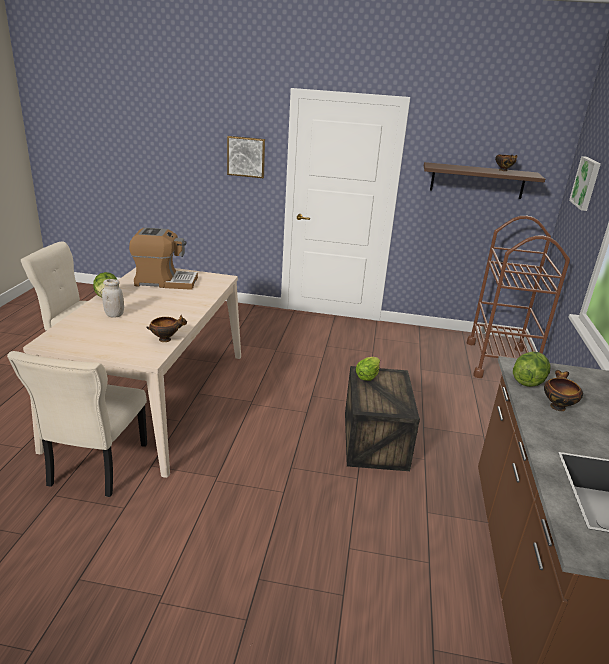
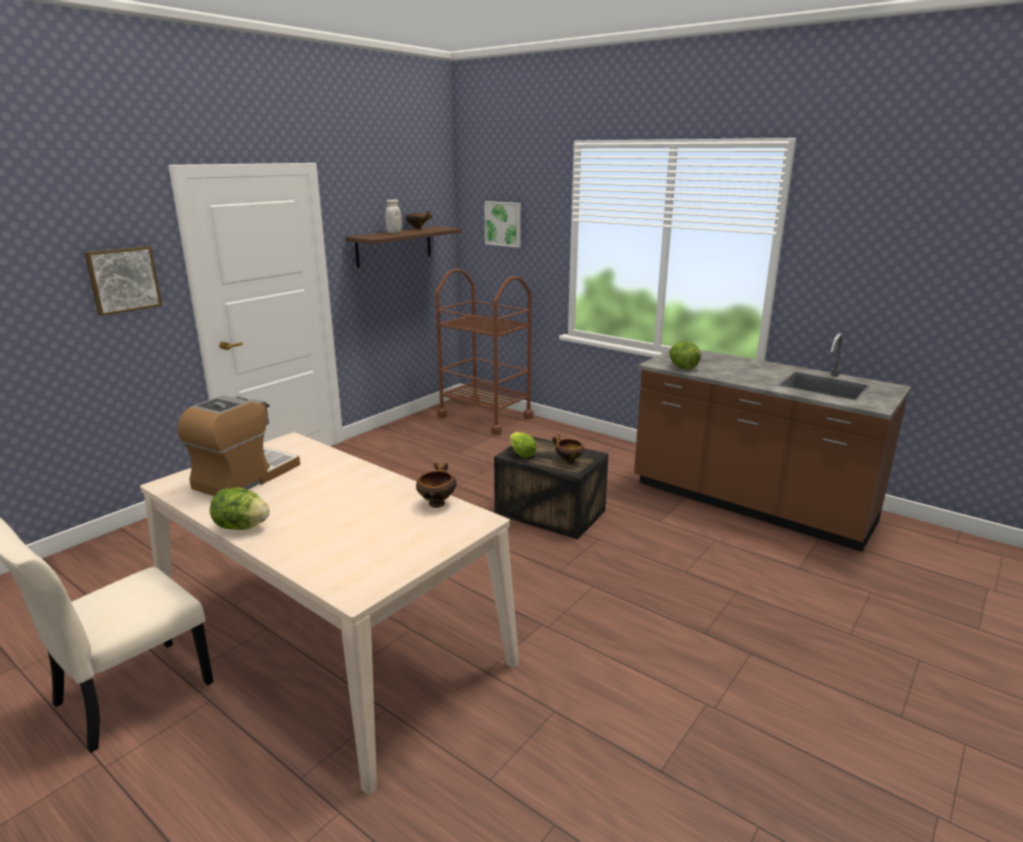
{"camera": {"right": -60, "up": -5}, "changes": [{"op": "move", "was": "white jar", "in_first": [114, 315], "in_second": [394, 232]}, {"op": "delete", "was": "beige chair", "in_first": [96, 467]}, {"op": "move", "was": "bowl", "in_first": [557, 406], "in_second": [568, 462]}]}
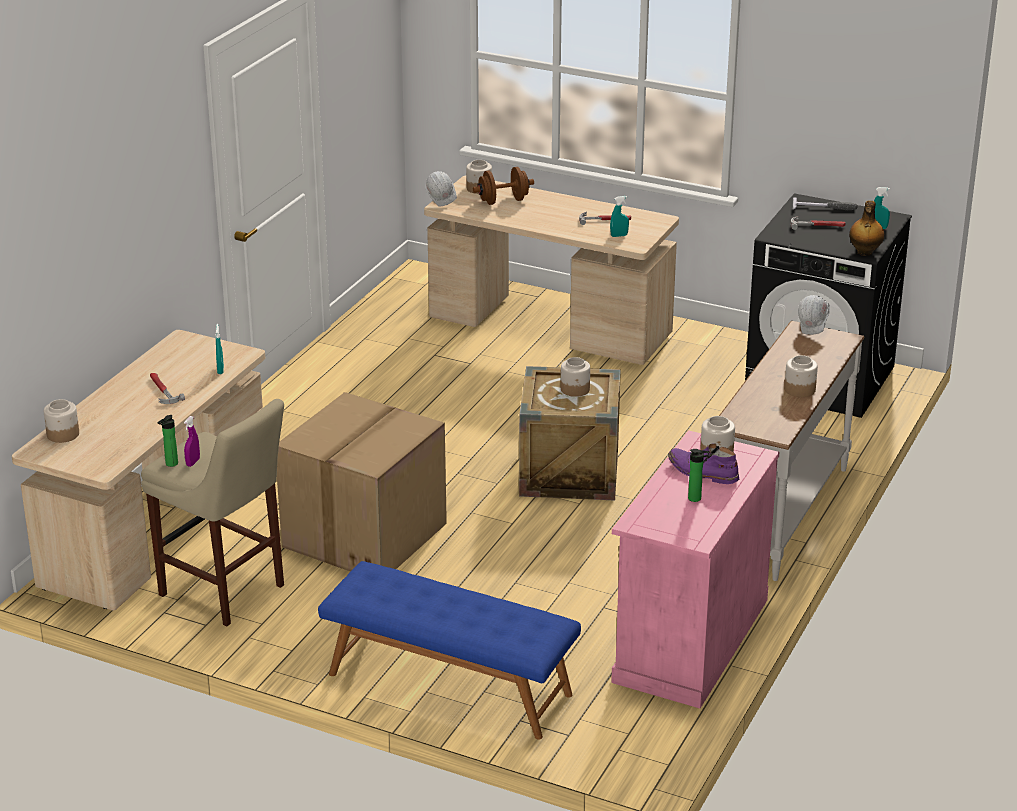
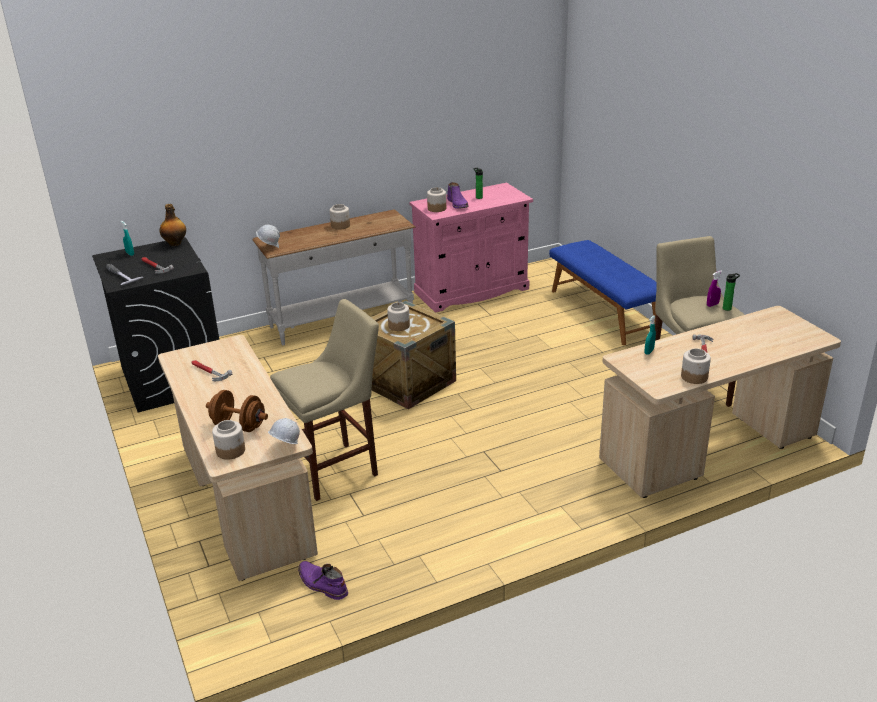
{"camera": {"right": -140, "up": 0}, "changes": [{"op": "delete", "was": "turquoise spray bottle", "in_first": [619, 235]}, {"op": "delete", "was": "cardboard box", "in_first": [365, 536]}, {"op": "move", "was": "jar", "in_first": [62, 434], "in_second": [694, 377]}, {"op": "insert", "now": "beige stool", "in_second": [337, 469]}, {"op": "insert", "now": "purple boot", "in_second": [322, 584]}]}
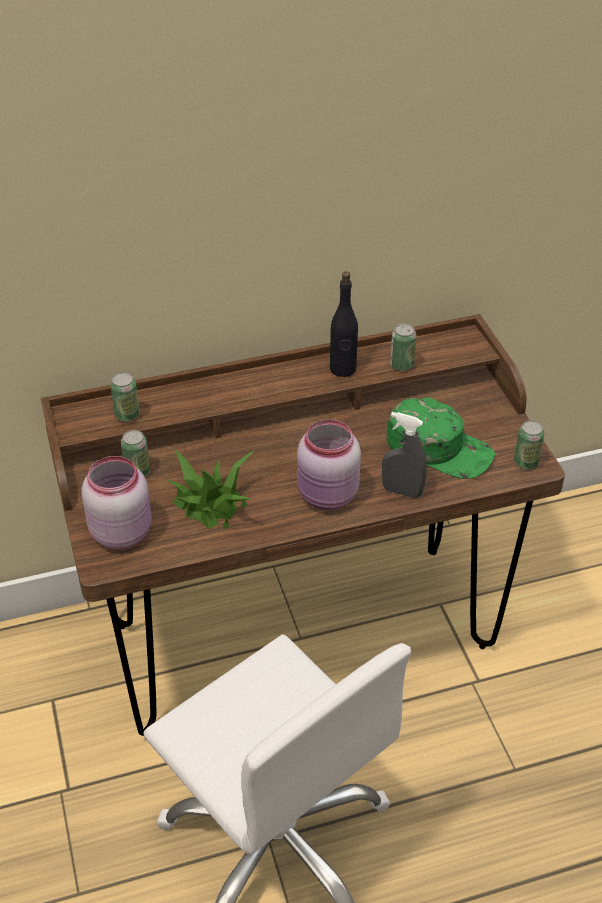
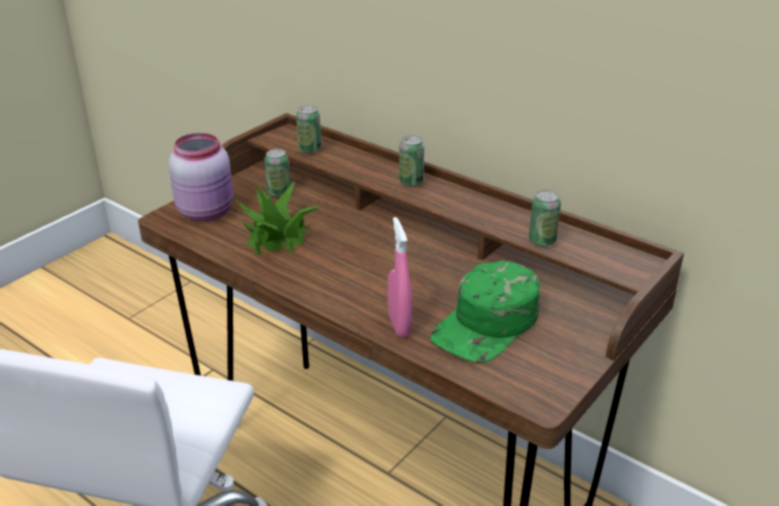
{"camera": {"right": 55, "up": -10}, "changes": [{"op": "delete", "was": "black bottle", "in_first": [343, 369]}, {"op": "rotate", "was": "green cap", "in_first": [439, 447], "in_second": [487, 324], "clockwise": 45}, {"op": "recolor", "was": "grey spray bottle", "now": "pink spray bottle", "in_first": [402, 491], "in_second": [399, 325]}, {"op": "delete", "was": "pink jar", "in_first": [328, 496]}, {"op": "move", "was": "can", "in_first": [525, 462], "in_second": [411, 182]}]}
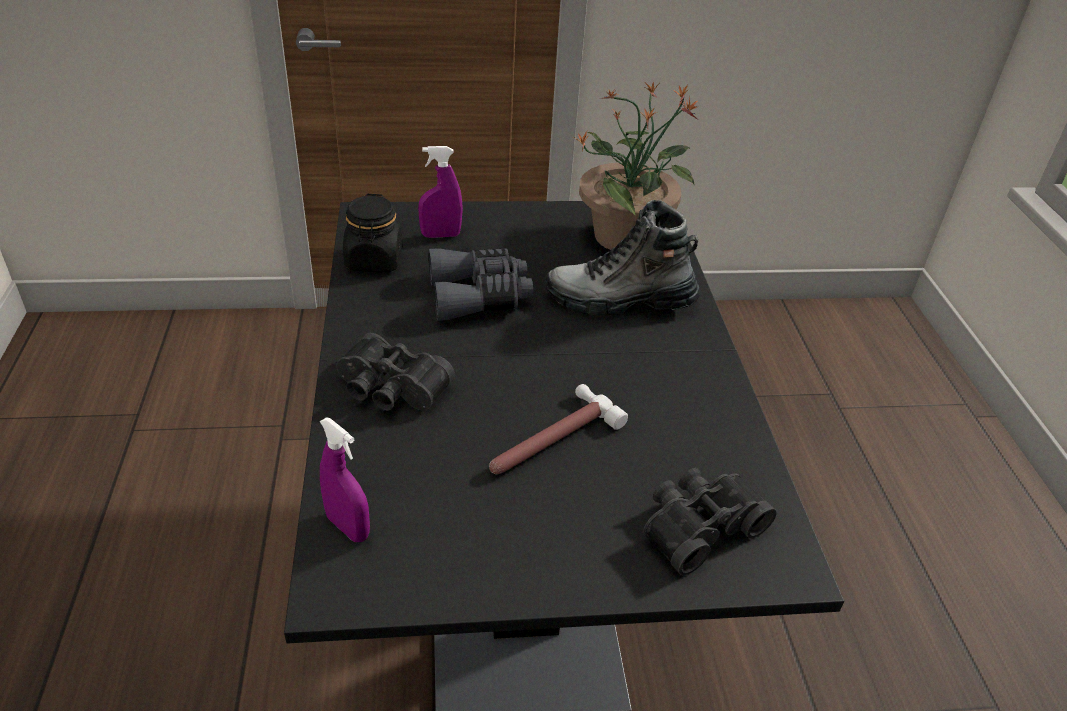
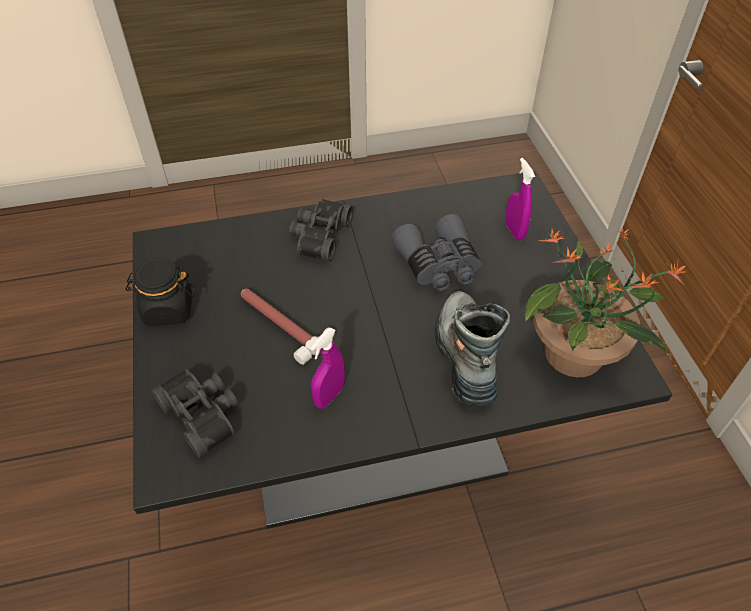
{"camera": {"right": 85, "up": 10}, "changes": [{"op": "move", "was": "black jar", "in_first": [374, 260], "in_second": [168, 309]}, {"op": "move", "was": "purple spray bottle", "in_first": [348, 527], "in_second": [329, 396]}]}
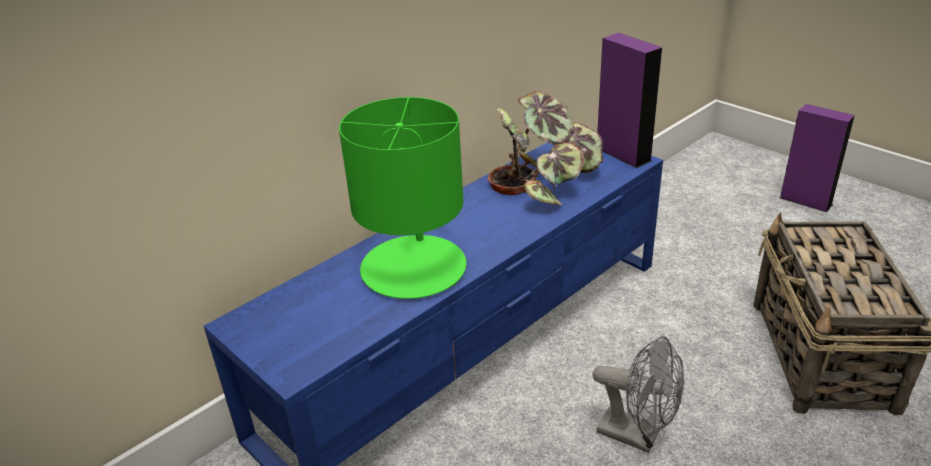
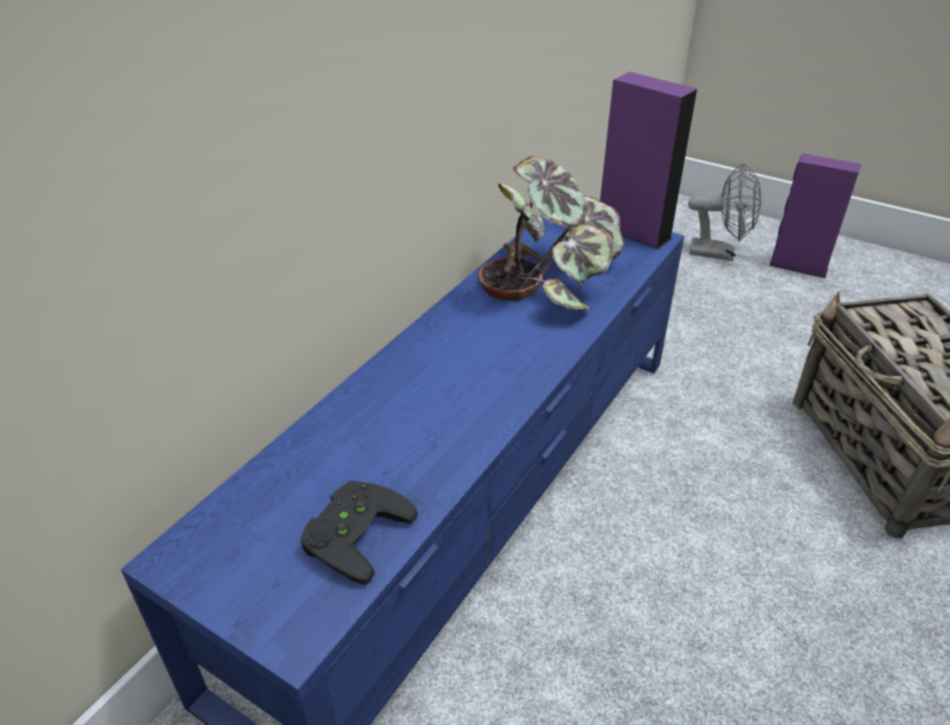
{"camera": {"right": -15, "up": 5}, "changes": [{"op": "delete", "was": "green table lamp", "in_first": [414, 267]}, {"op": "move", "was": "grey fan", "in_first": [637, 435], "in_second": [719, 253]}, {"op": "insert", "now": "black game controller", "in_second": [352, 532]}]}
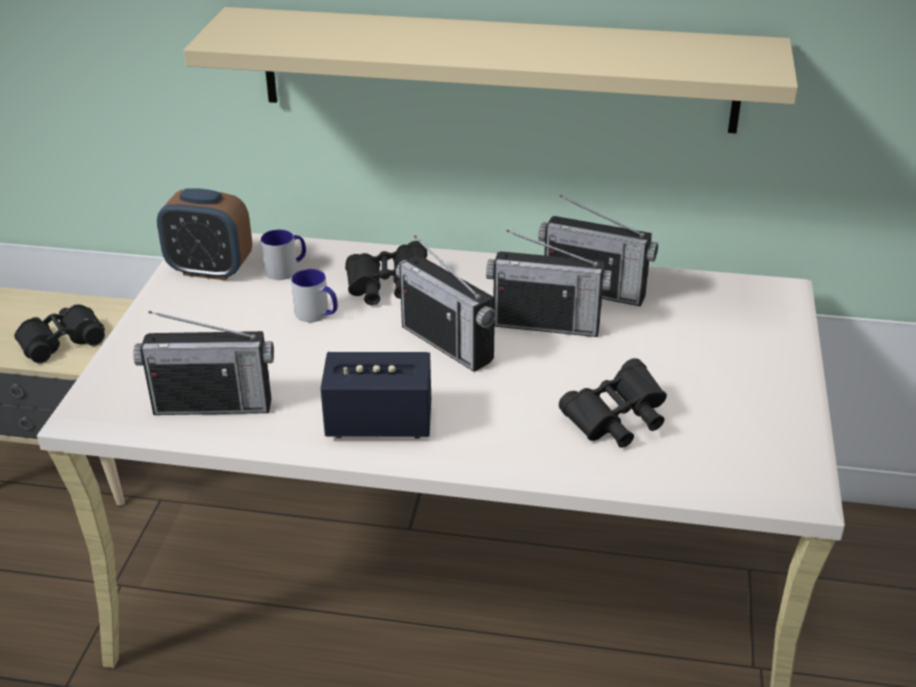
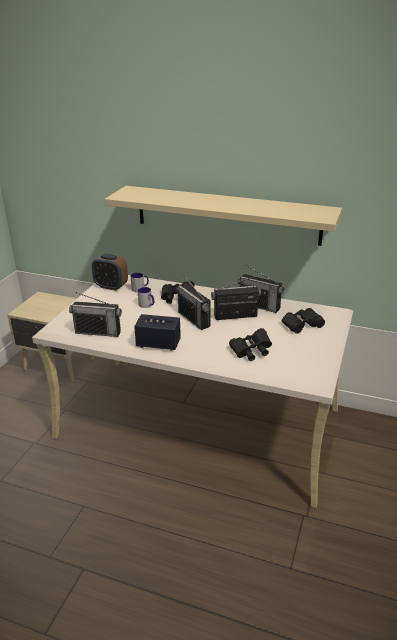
{"camera": {"right": 10, "up": -5}, "changes": [{"op": "rotate", "was": "radio", "in_first": [546, 324], "in_second": [235, 316], "clockwise": 150}, {"op": "move", "was": "black binoculars", "in_first": [61, 341], "in_second": [301, 324]}]}
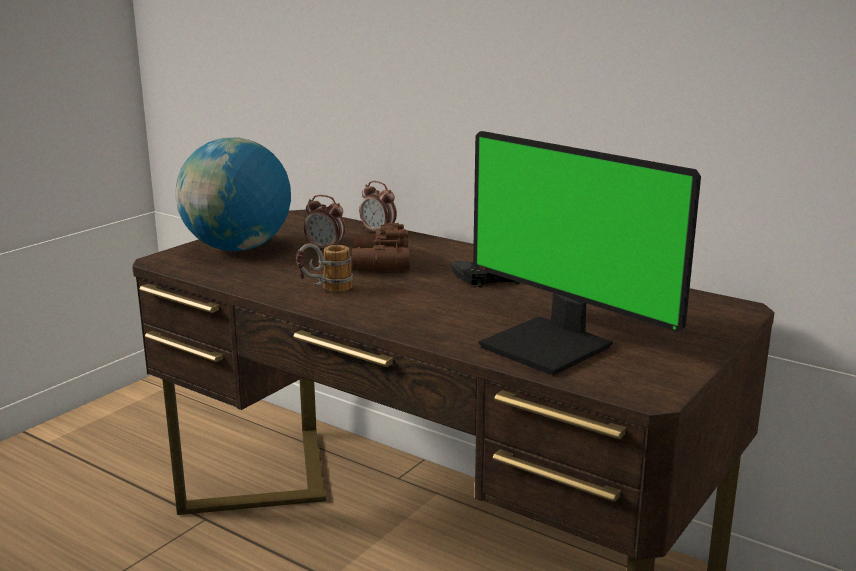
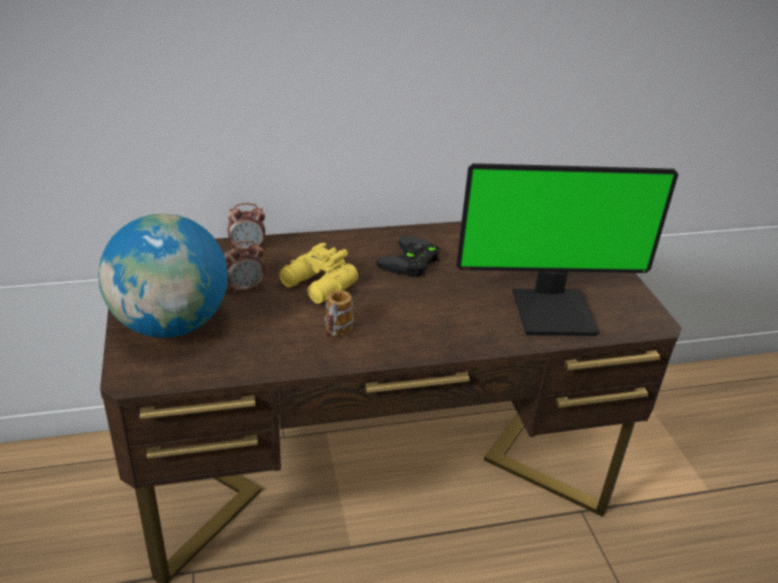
{"camera": {"right": -50, "up": 15}, "changes": [{"op": "recolor", "was": "brown binoculars", "now": "yellow binoculars", "in_first": [379, 264], "in_second": [318, 286]}]}
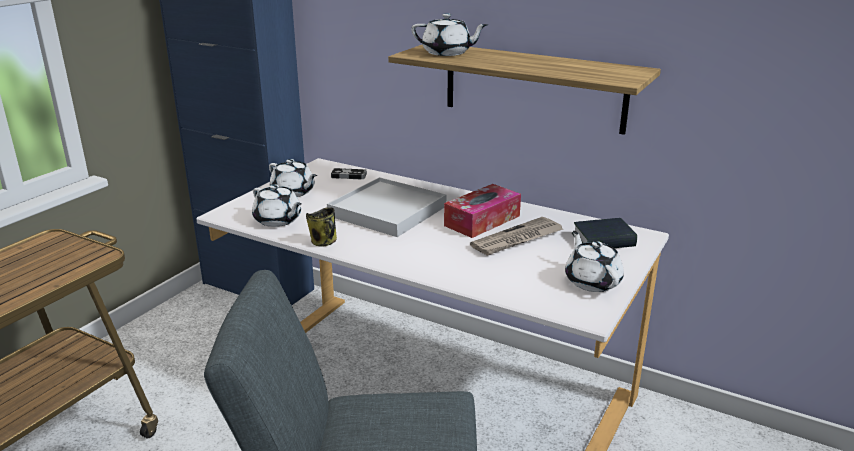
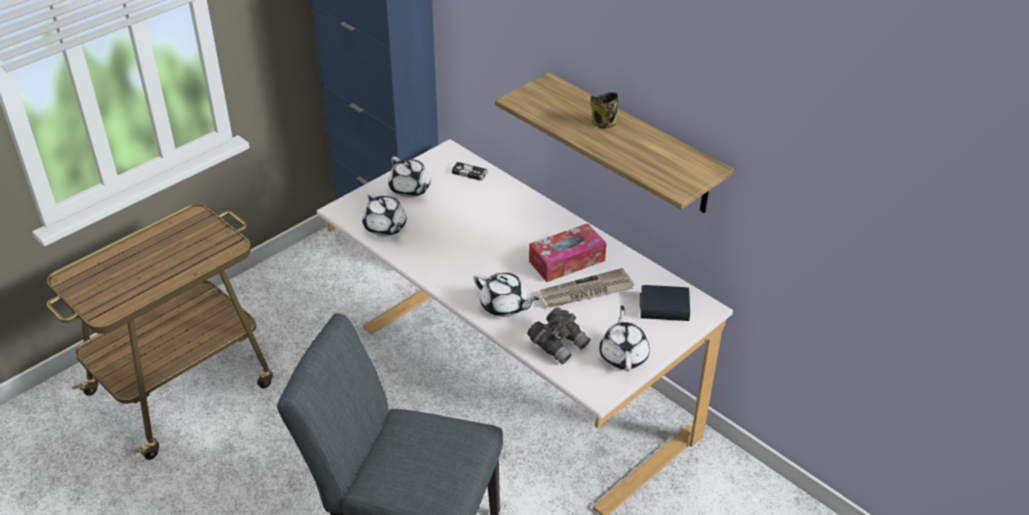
{"camera": {"right": 15, "up": 15}, "changes": [{"op": "move", "was": "white teapot", "in_first": [447, 53], "in_second": [504, 306]}, {"op": "delete", "was": "white tray", "in_first": [387, 211]}, {"op": "move", "was": "mug", "in_first": [324, 242], "in_second": [604, 124]}, {"op": "insert", "now": "grey binoculars", "in_second": [558, 344]}]}
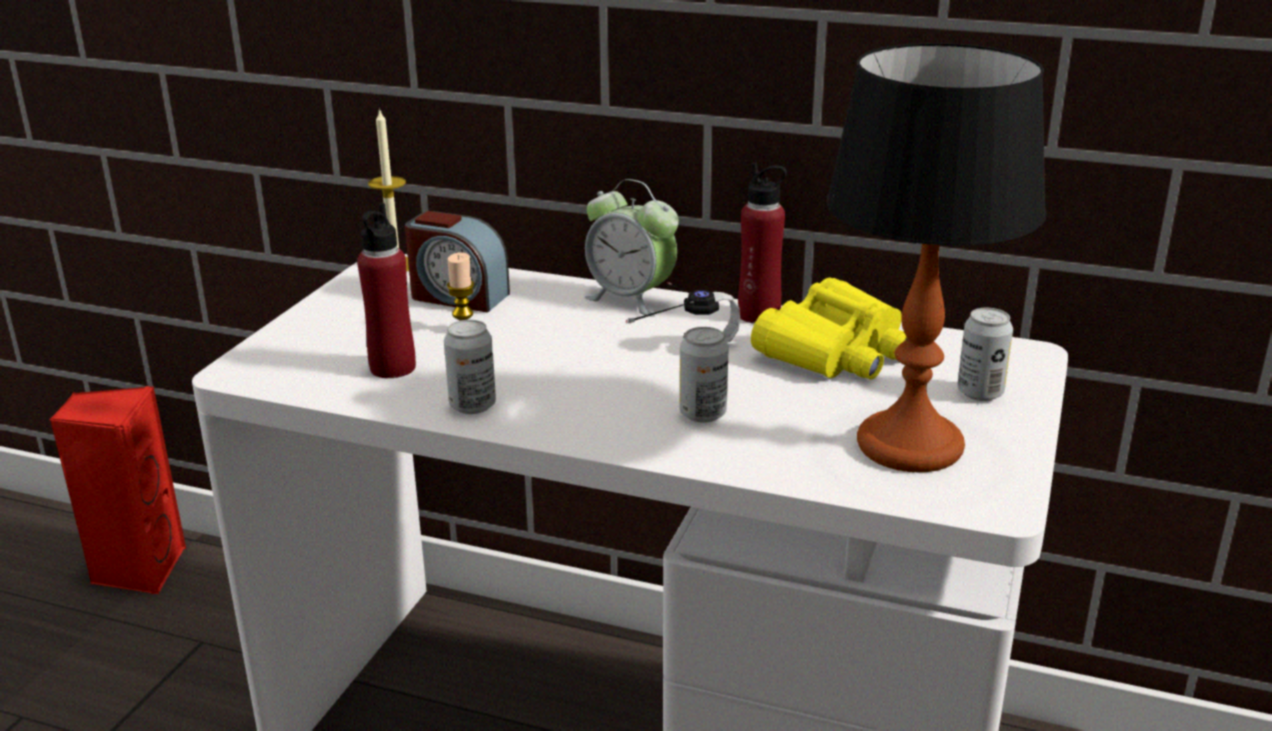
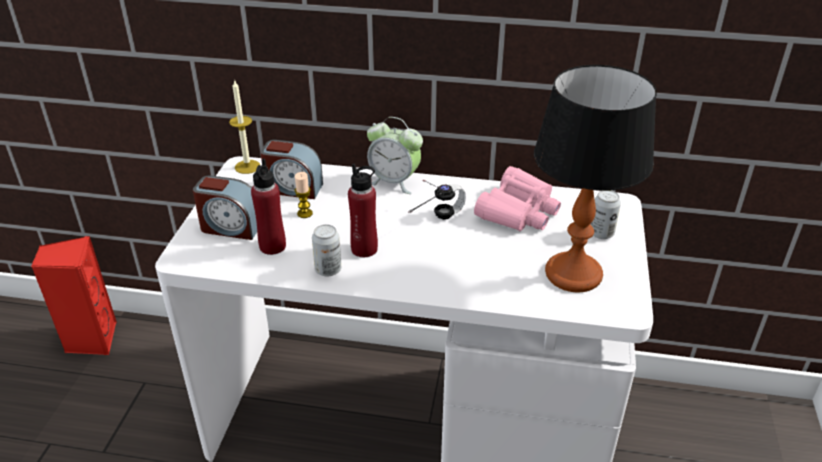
{"camera": {"right": -10, "up": 10}, "changes": [{"op": "move", "was": "red bottle", "in_first": [759, 315], "in_second": [364, 249]}, {"op": "recolor", "was": "yellow binoculars", "now": "pink binoculars", "in_first": [835, 352], "in_second": [518, 211]}, {"op": "delete", "was": "can", "in_first": [702, 414]}, {"op": "insert", "now": "alarm clock", "in_second": [231, 227]}]}
